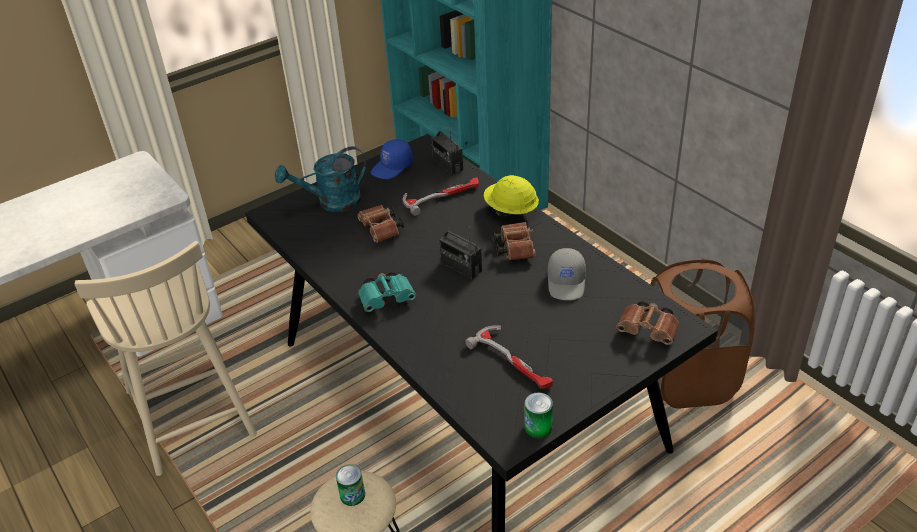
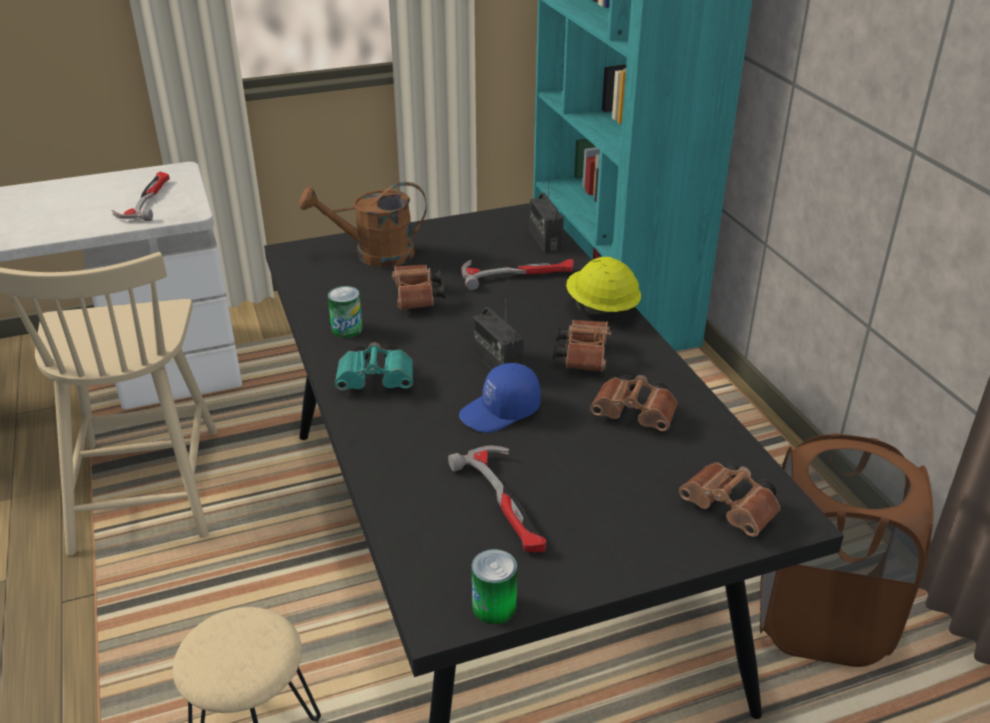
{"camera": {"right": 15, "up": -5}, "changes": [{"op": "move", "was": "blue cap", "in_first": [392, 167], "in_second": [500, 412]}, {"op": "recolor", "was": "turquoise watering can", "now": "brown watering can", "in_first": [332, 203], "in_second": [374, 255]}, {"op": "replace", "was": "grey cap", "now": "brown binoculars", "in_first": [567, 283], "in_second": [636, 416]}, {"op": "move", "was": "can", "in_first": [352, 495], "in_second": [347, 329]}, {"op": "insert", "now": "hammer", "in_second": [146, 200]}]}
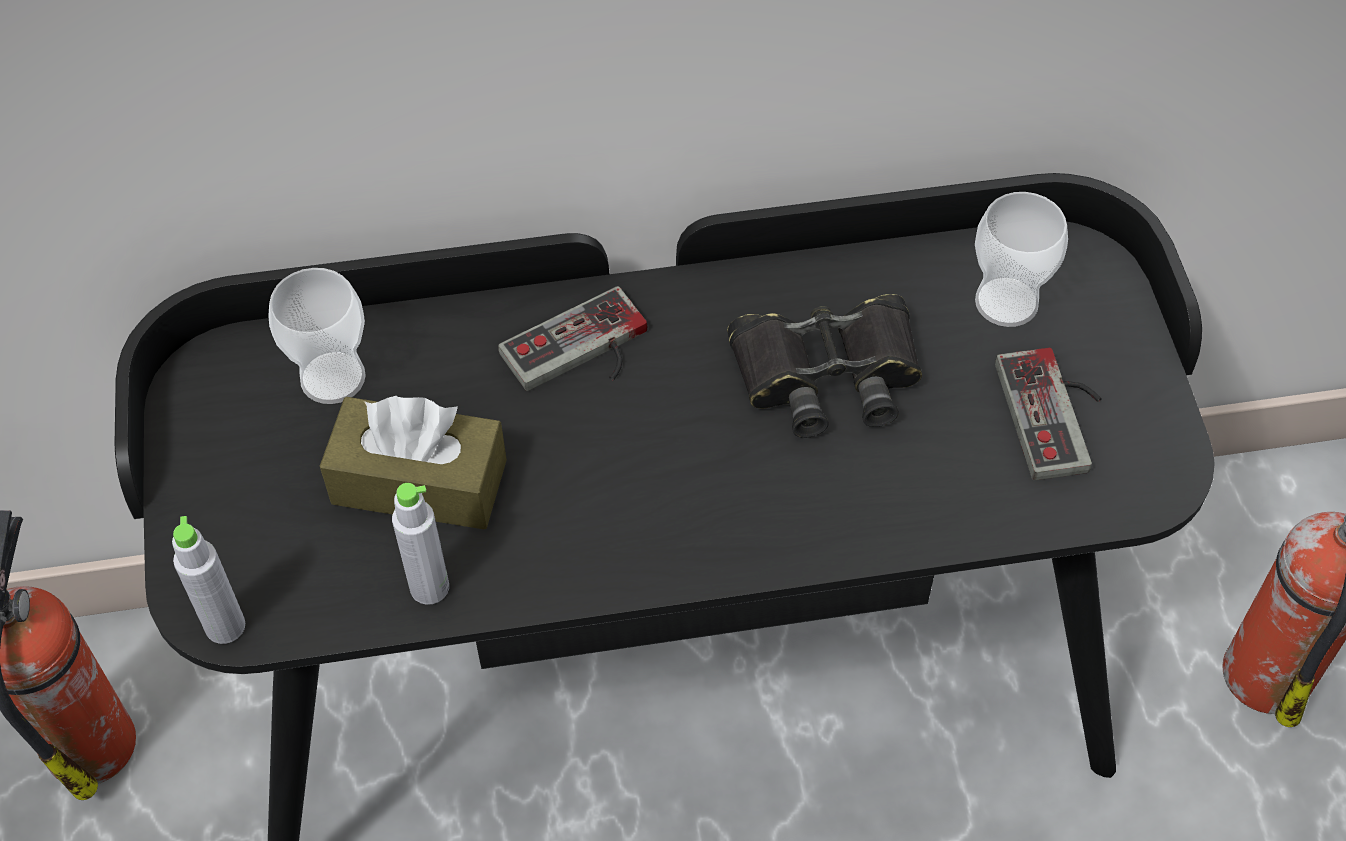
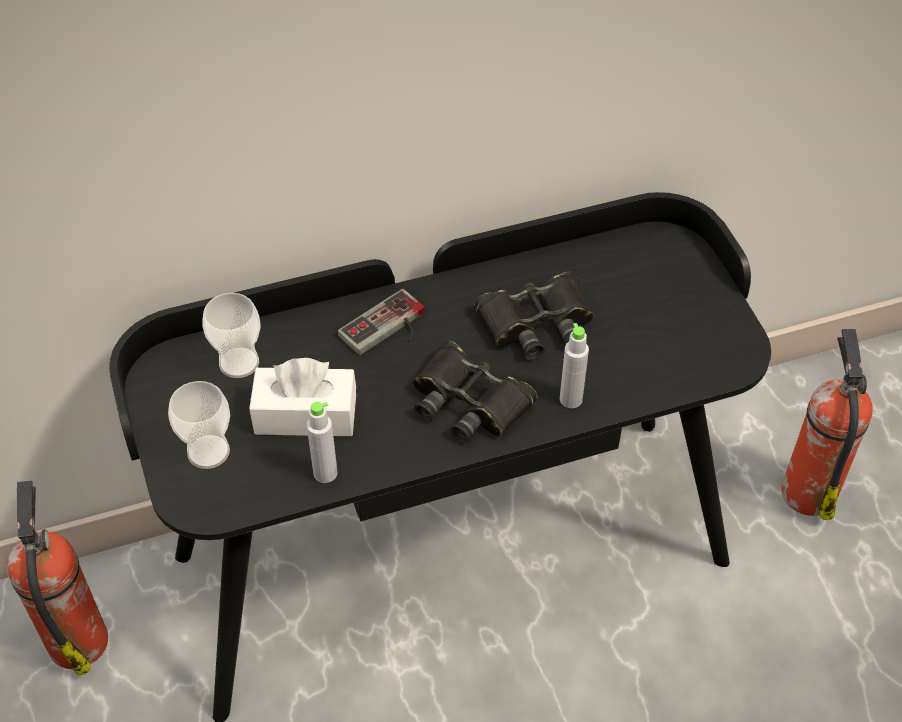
{"camera": {"right": -10, "up": -5}, "changes": [{"op": "move", "was": "cup", "in_first": [1006, 302], "in_second": [208, 451]}, {"op": "delete", "was": "game controller", "in_first": [1058, 414]}, {"op": "recolor", "was": "brown tissue box", "now": "white tissue box", "in_first": [419, 482], "in_second": [305, 415]}, {"op": "move", "was": "grey bottle", "in_first": [225, 626], "in_second": [571, 399]}, {"op": "insert", "now": "black binoculars", "in_second": [468, 401]}]}
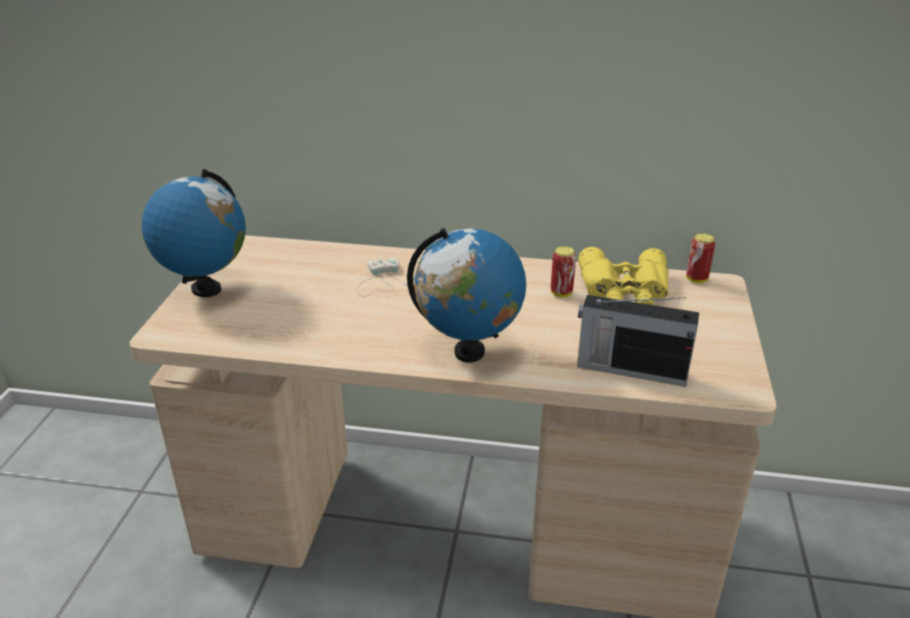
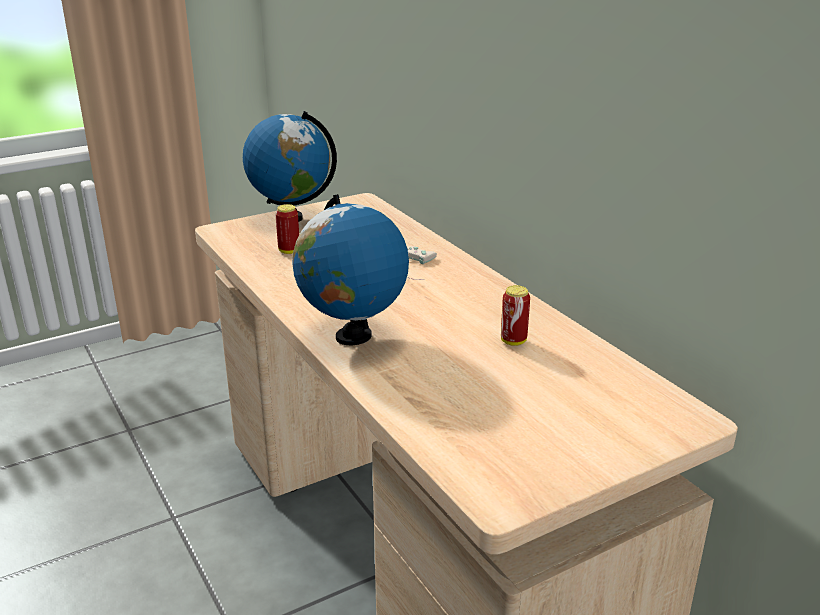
{"camera": {"right": 50, "up": -5}, "changes": [{"op": "move", "was": "can", "in_first": [696, 279], "in_second": [289, 251]}, {"op": "delete", "was": "yellow binoculars", "in_first": [625, 291]}, {"op": "delete", "was": "radio", "in_first": [629, 369]}]}
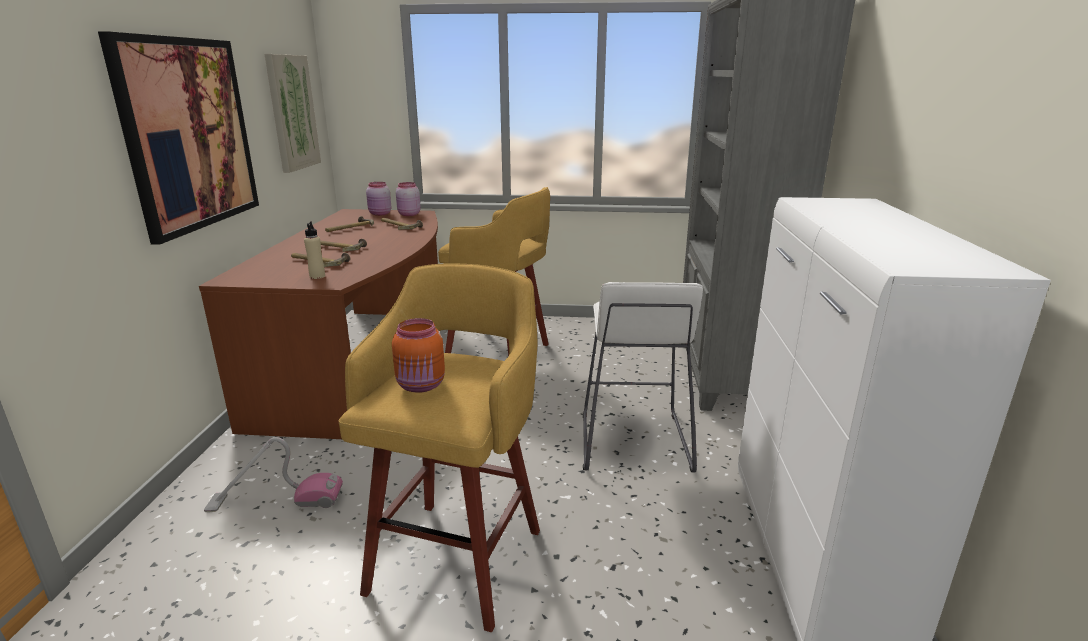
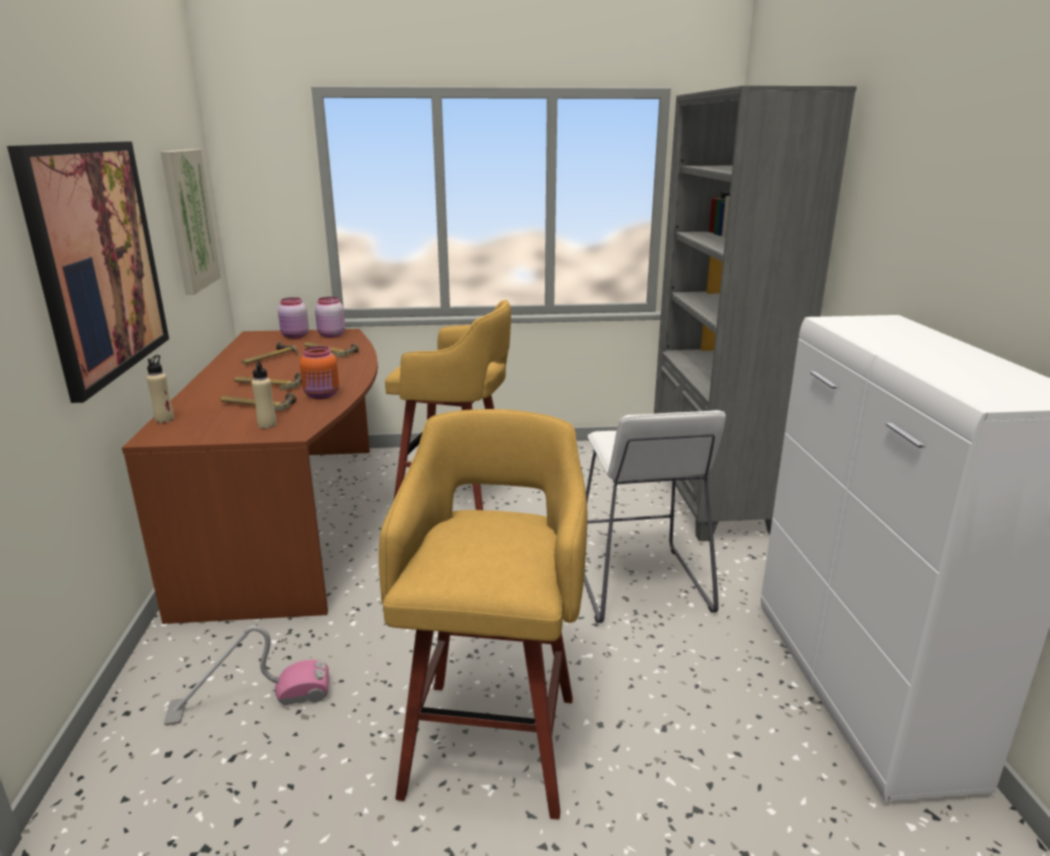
{"camera": {"right": -10, "up": 0}, "changes": [{"op": "move", "was": "orange jar", "in_first": [421, 386], "in_second": [322, 395]}, {"op": "insert", "now": "beige bottle", "in_second": [165, 419]}]}
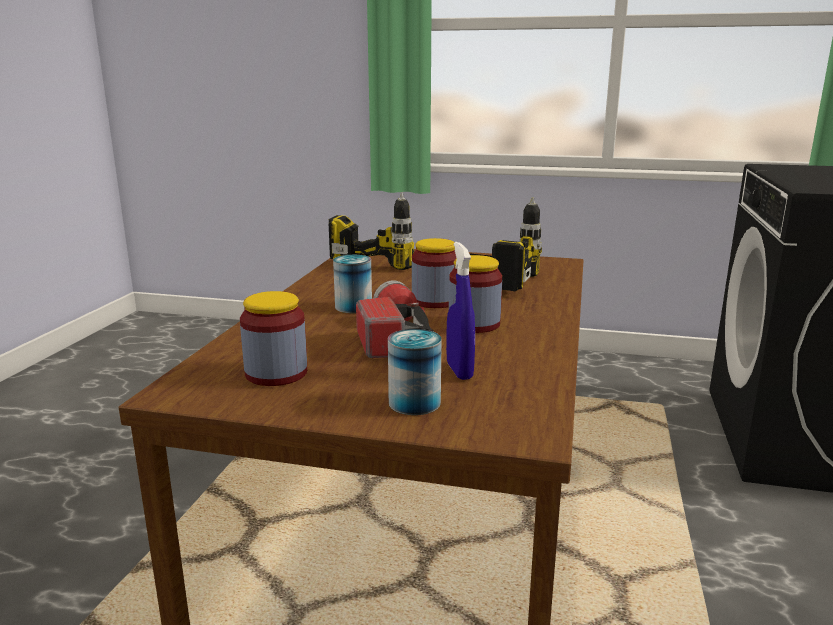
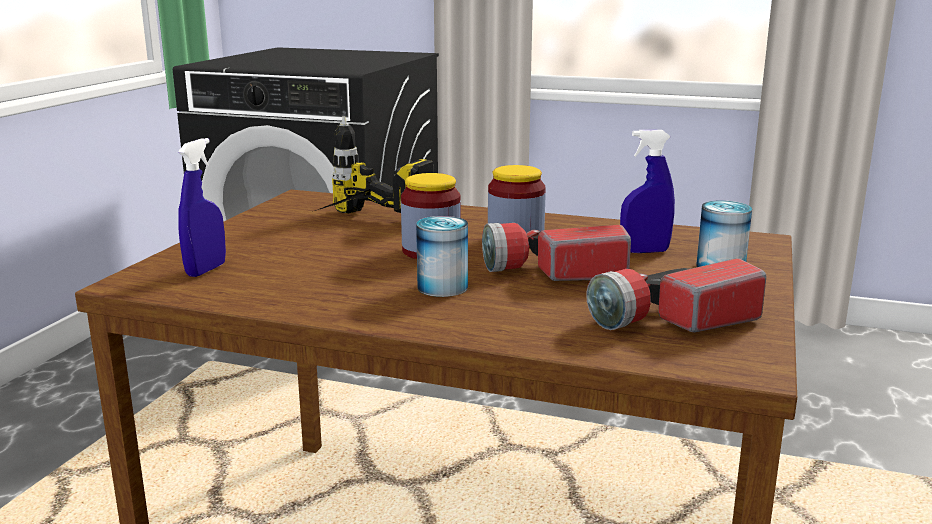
{"camera": {"right": -85, "up": 0}, "changes": [{"op": "replace", "was": "power drill", "now": "blue spray bottle", "in_first": [383, 259], "in_second": [206, 270]}, {"op": "replace", "was": "jar", "now": "flashlight", "in_first": [276, 373], "in_second": [673, 319]}]}
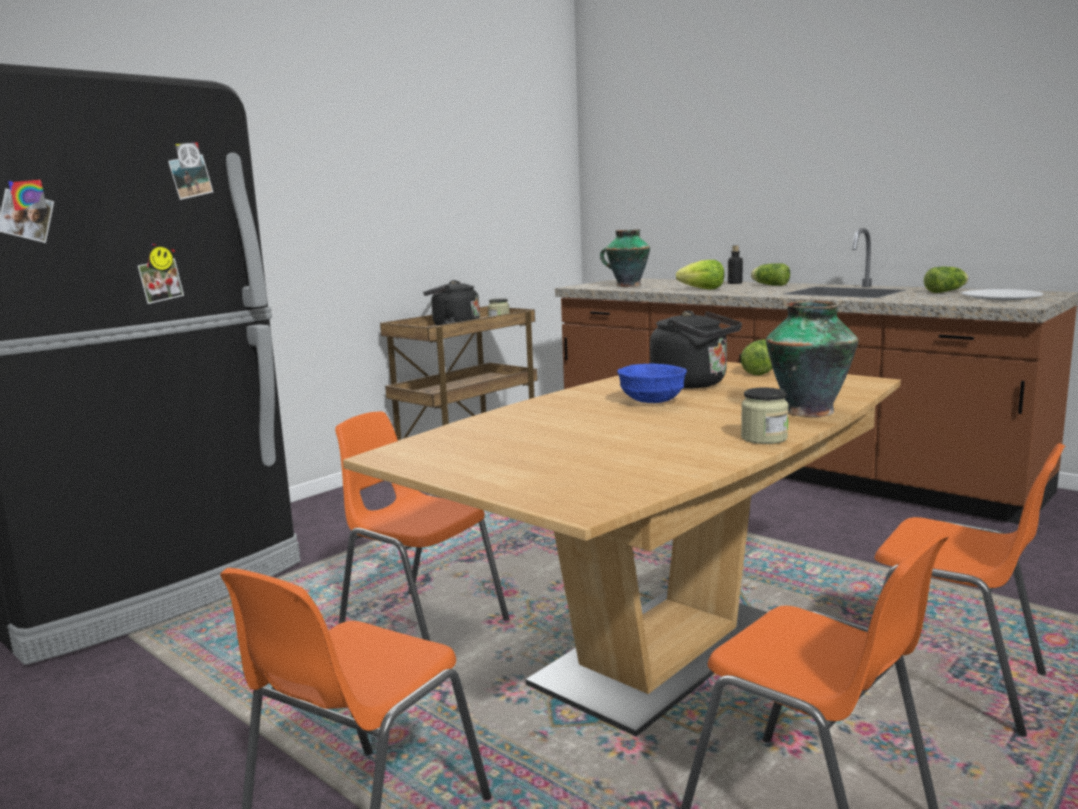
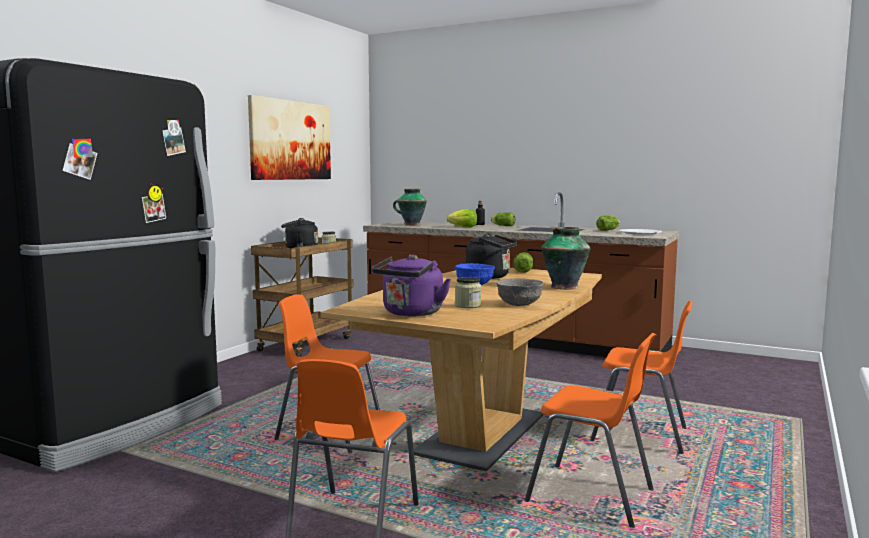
{"camera": {"right": -15, "up": -5}, "changes": [{"op": "move", "was": "jar", "in_first": [764, 438], "in_second": [468, 306]}, {"op": "insert", "now": "picture", "in_second": [291, 140]}, {"op": "insert", "now": "purple kettle", "in_second": [411, 313]}, {"op": "insert", "now": "grey bowl", "in_second": [520, 304]}]}
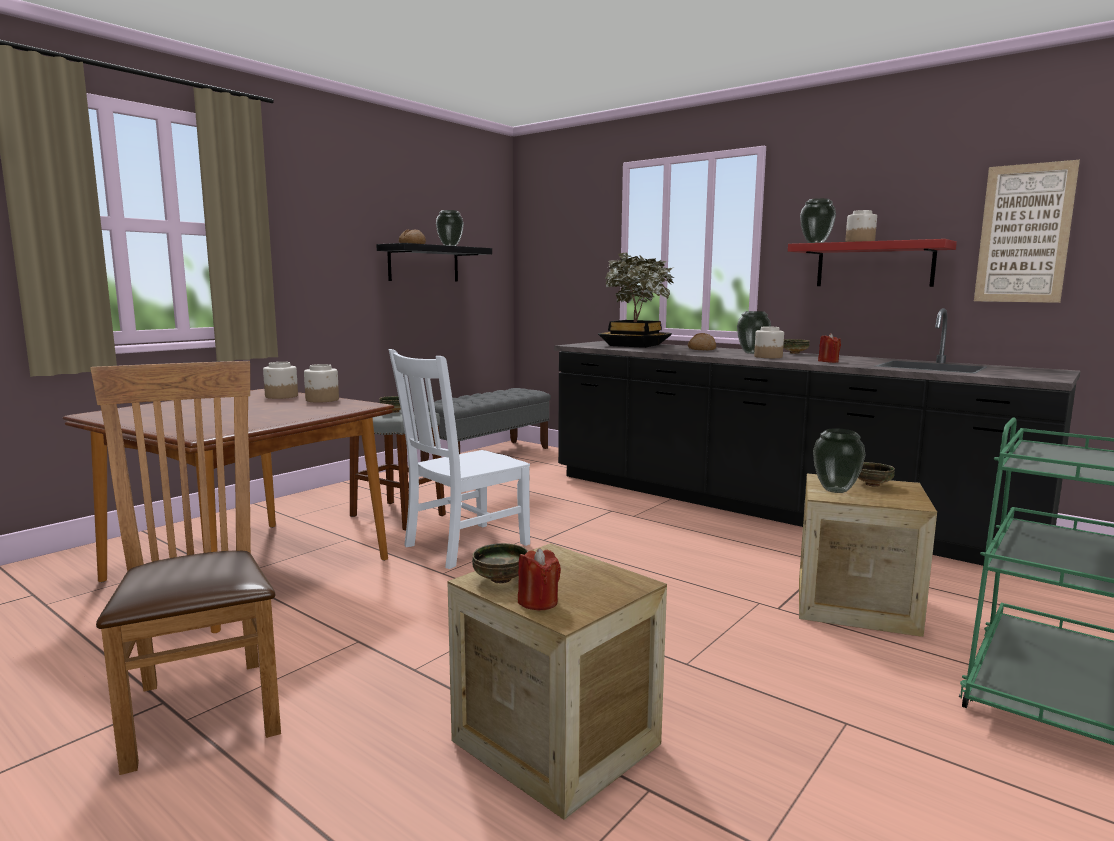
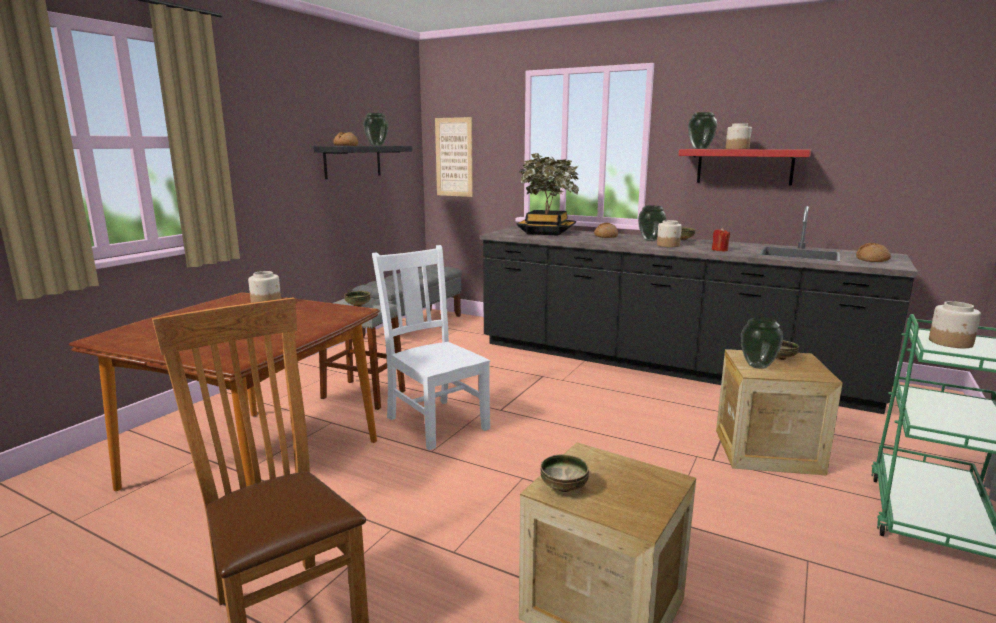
{"camera": {"right": -10, "up": 5}, "changes": [{"op": "move", "was": "picture", "in_first": [1024, 234], "in_second": [454, 157]}, {"op": "rotate", "was": "white chair", "in_first": [463, 546], "in_second": [435, 421], "clockwise": 105}, {"op": "move", "was": "jar", "in_first": [322, 400], "in_second": [951, 342]}, {"op": "delete", "was": "red candle", "in_first": [538, 602]}, {"op": "insert", "now": "bread", "in_second": [872, 260]}]}
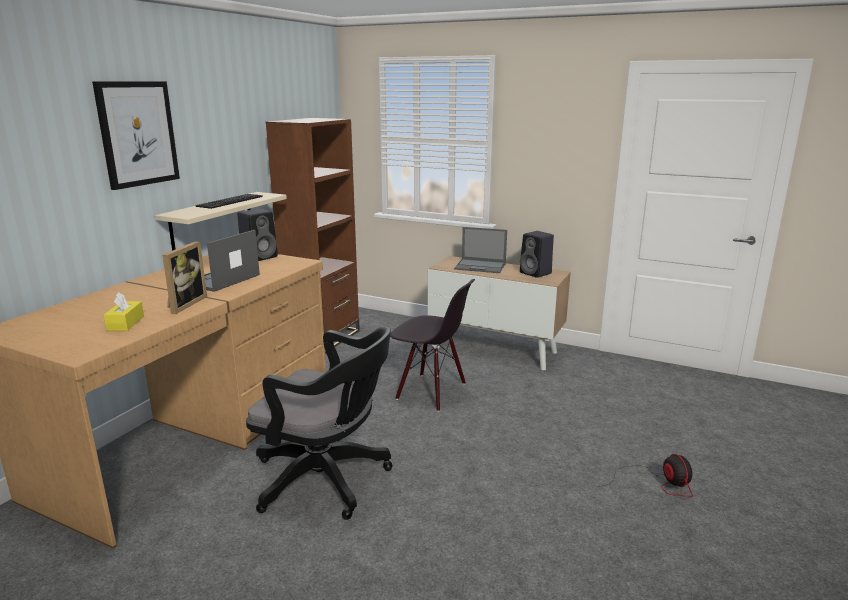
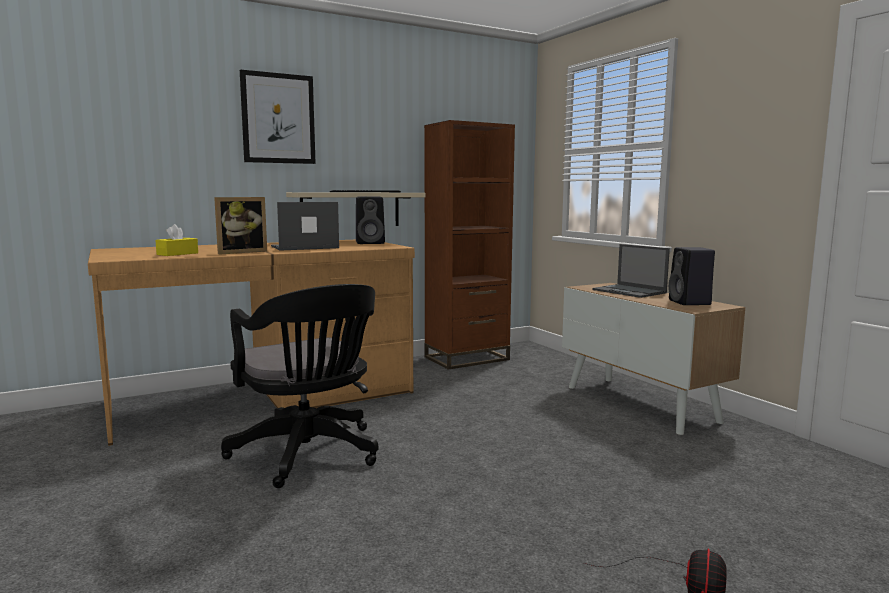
{"camera": {"right": 35, "up": -10}, "changes": [{"op": "delete", "was": "black chair", "in_first": [431, 391]}]}
